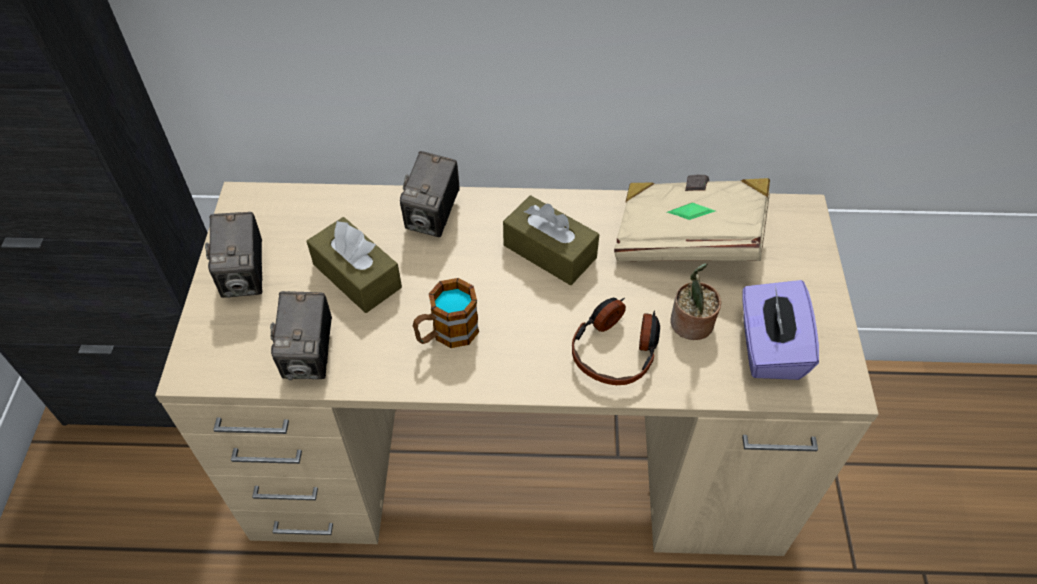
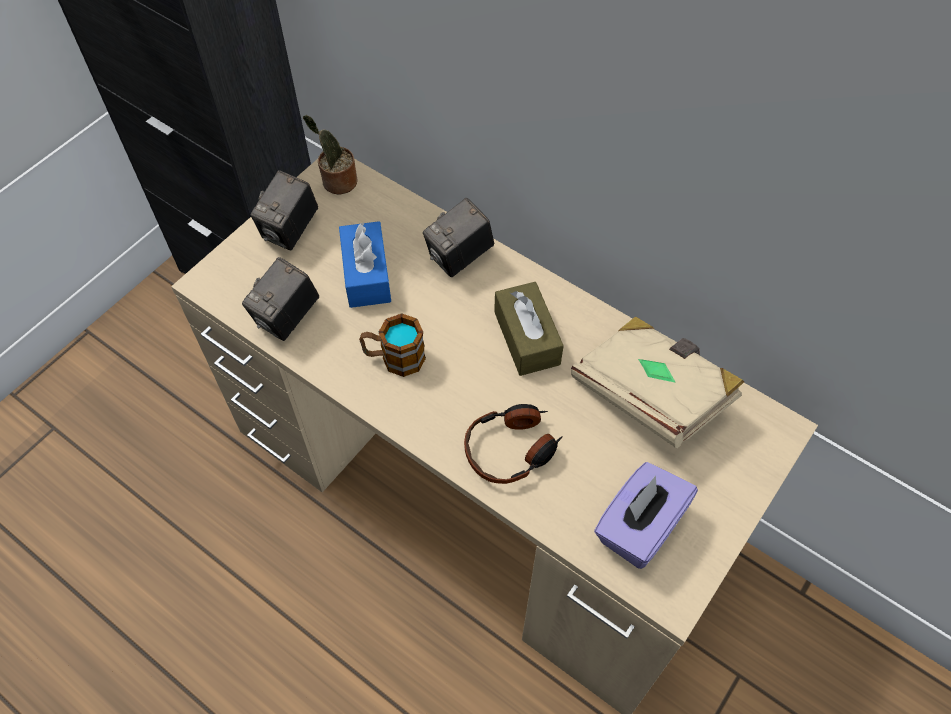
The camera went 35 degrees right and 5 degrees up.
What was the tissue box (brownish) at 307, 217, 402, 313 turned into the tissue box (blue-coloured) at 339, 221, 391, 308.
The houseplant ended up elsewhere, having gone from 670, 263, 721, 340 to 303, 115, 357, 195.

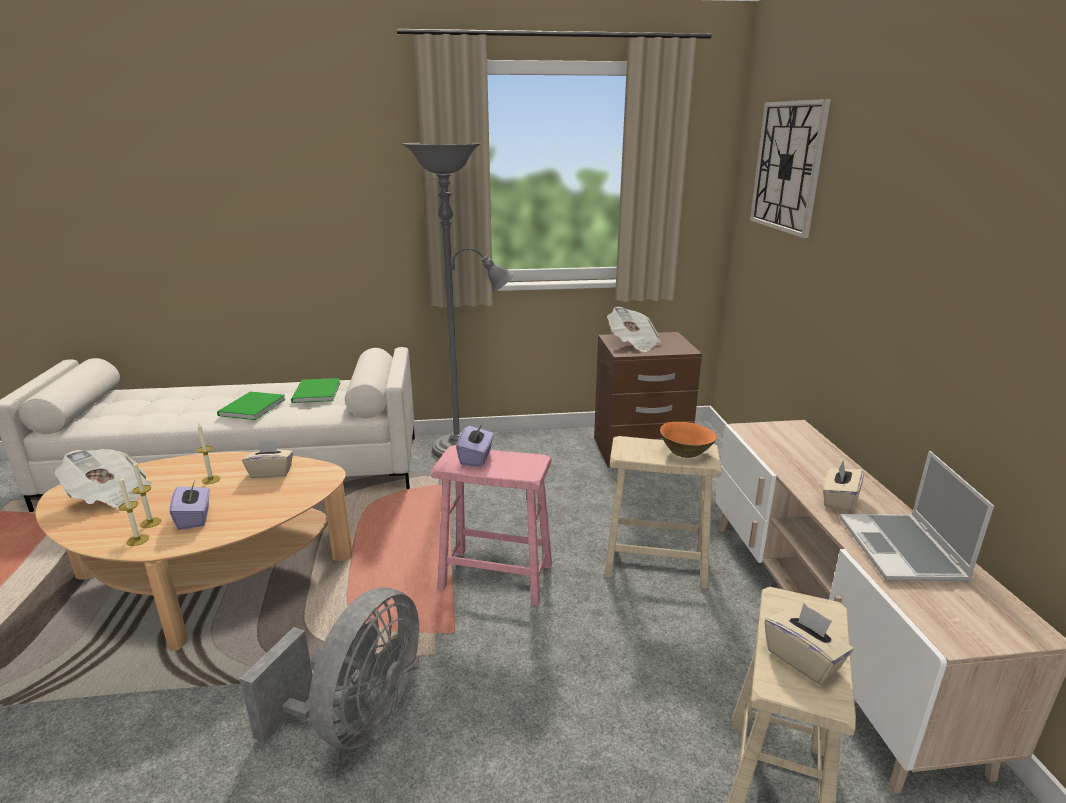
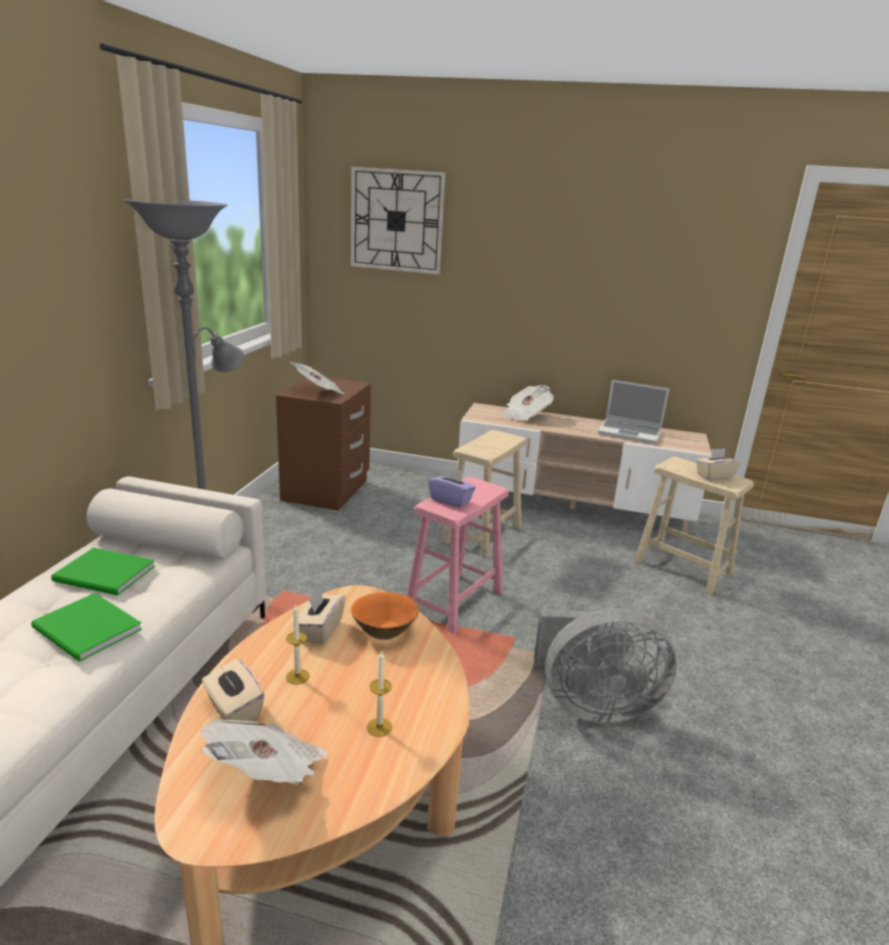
The camera went 70 degrees left and 0 degrees up.
The second view lost the wax light at 118, 476, 149, 546.
The second view lost the tissue box (purplish) at 170, 481, 210, 530.
The cooling fan (grey) at 240, 587, 419, 749 ended up facing another way, 135 degrees clockwise from before.
The deep dish (orange) ended up elsewhere, having gone from 660, 422, 717, 458 to 351, 592, 419, 640.
The tissue box (sand-coloured) ended up elsewhere, having gone from 823, 461, 864, 512 to 202, 659, 264, 721.
The second view gained the printed paper at 501, 385, 554, 421.

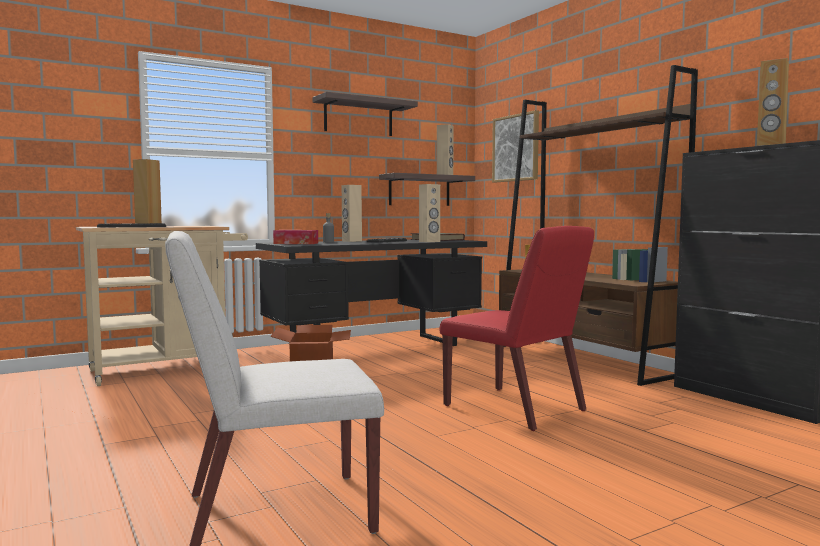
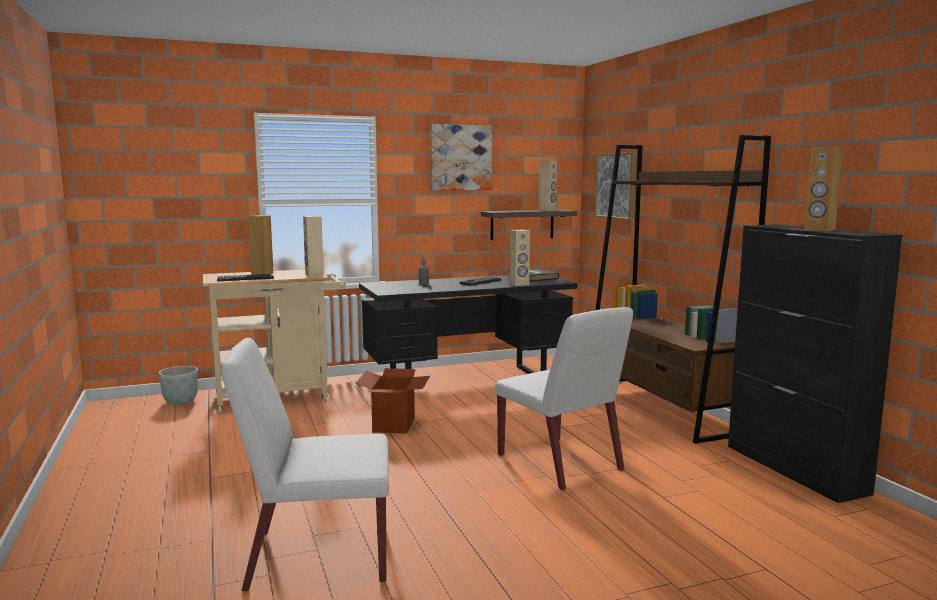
The camera went 10 degrees right and 5 degrees up.
The second view lost the tissue box at 273, 230, 318, 244.
Where the bracket shelf hung at 313, 92, 418, 136, the wall picture came to hang at 430, 124, 492, 190.
The audio speaker (sand-coloured) ended up elsewhere, having gone from 342, 185, 362, 242 to 303, 216, 324, 277.
What was the upright chair (red) at 440, 226, 594, 431 turned into the upright chair (whitish) at 495, 307, 633, 491.
The second view gained the plant pot (grey) at 159, 366, 198, 404.

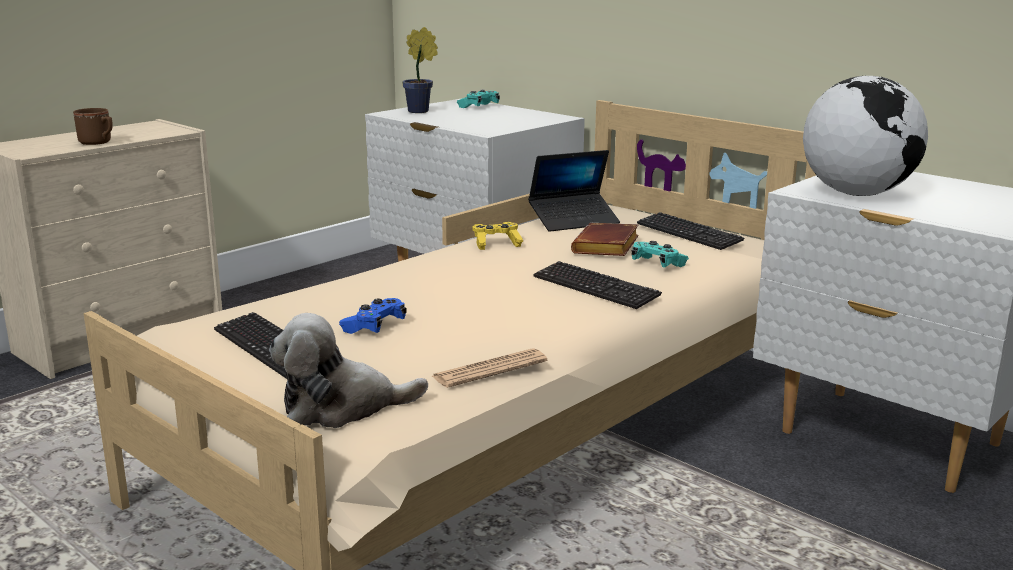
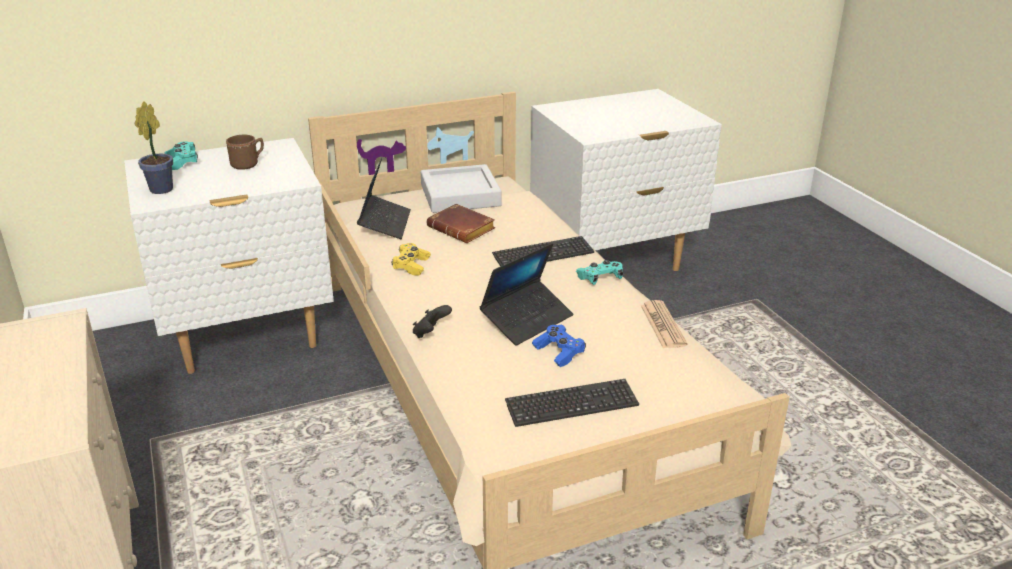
The camera went 65 degrees left and 10 degrees up.
The tea mug (brownish) ended up elsewhere, having gone from 73, 108, 113, 145 to 226, 135, 264, 170.
The second view lost the soft toy at 269, 313, 428, 428.
The game controller (blue-green) ended up elsewhere, having gone from 631, 241, 689, 267 to 576, 260, 623, 285.
Where the PC keyboard stood at 637, 212, 745, 250, the carrying tray (grey) came to stand at 421, 164, 502, 213.
The second view lost the world globe at 803, 76, 928, 196.
The second view gained the game controller (black-coloured) at 413, 305, 452, 338.
The second view gained the notebook computer at 480, 243, 573, 346.

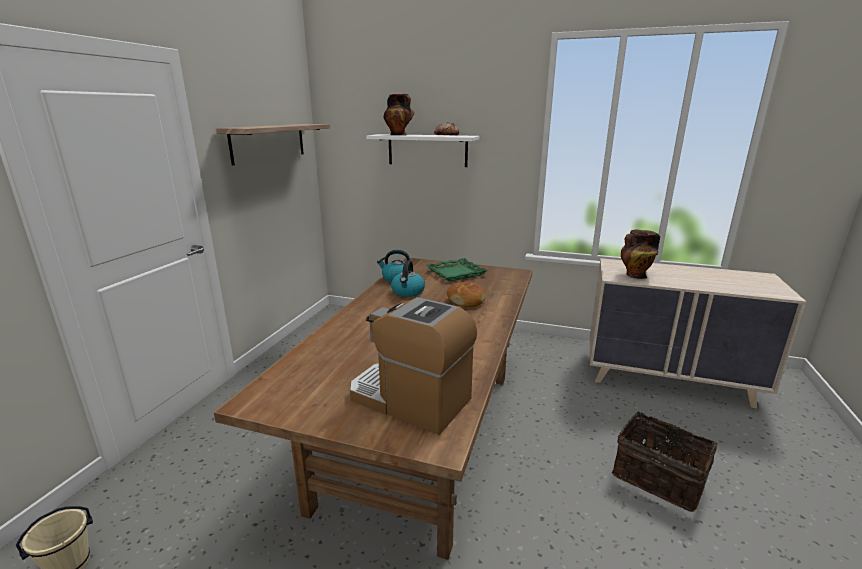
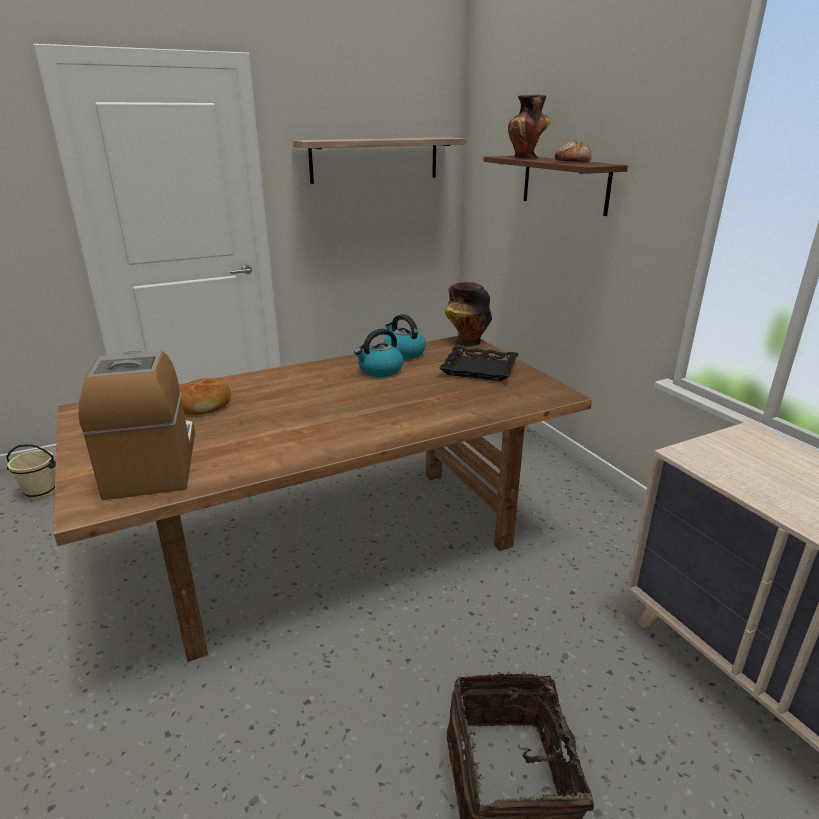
The camera went 45 degrees right and 5 degrees up.
What was the bracket shelf (whitish) at 366, 134, 480, 167 turned into the bracket shelf (brownish) at 483, 155, 628, 216.
What was the carrying tray (green-coloured) at 426, 258, 487, 281 turned into the carrying tray (black-coloured) at 439, 346, 519, 381.
The bread ended up elsewhere, having gone from 447, 282, 486, 307 to 179, 378, 231, 415.
The flower vase ended up elsewhere, having gone from 621, 229, 660, 279 to 445, 282, 492, 347.

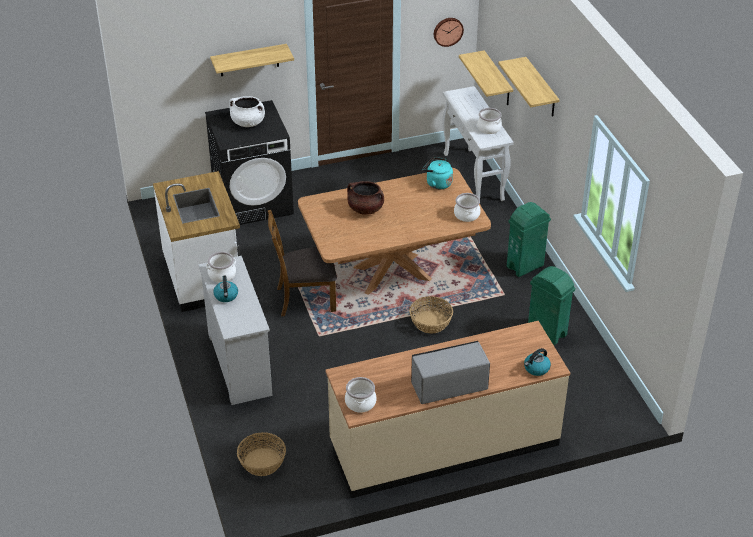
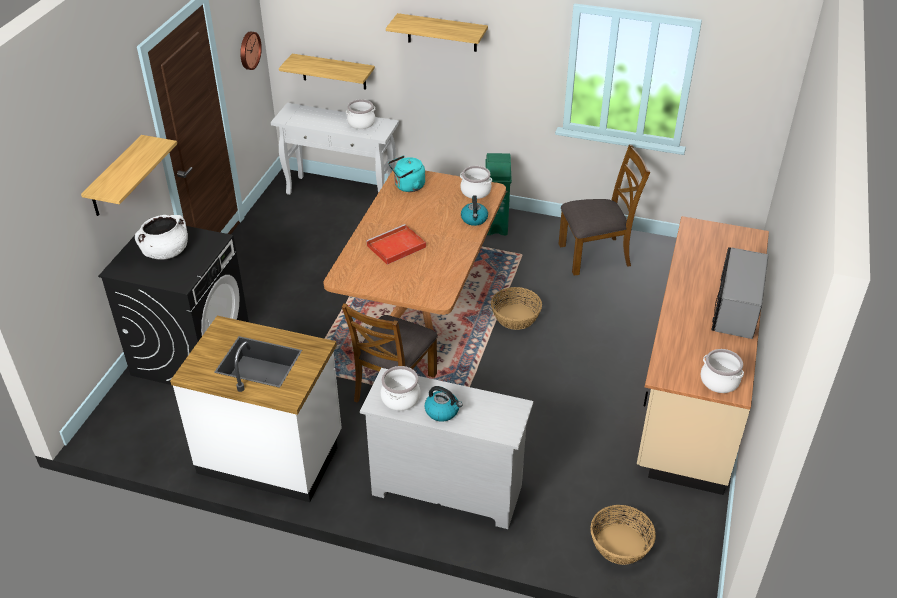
The camera went 55 degrees left and 0 degrees up.
Where the stockpot (brownish) stood at 347, 181, 384, 215, the carrying tray (red) came to stand at 366, 224, 426, 265.
The water kettle ended up elsewhere, having gone from 524, 348, 551, 376 to 461, 195, 488, 226.
Where the trash can (green-coloured) stood at 528, 266, 575, 345, the upright chair (brownish) came to stand at 559, 144, 650, 276.

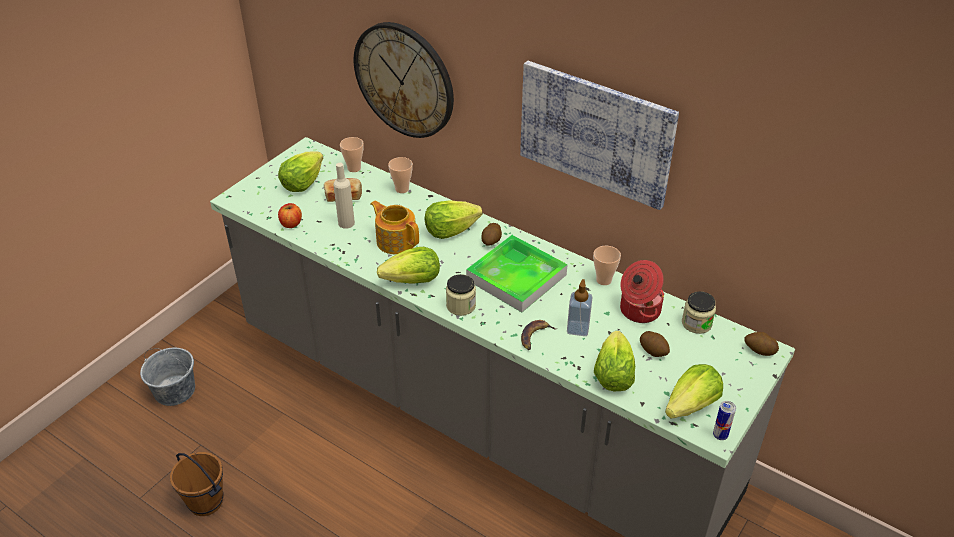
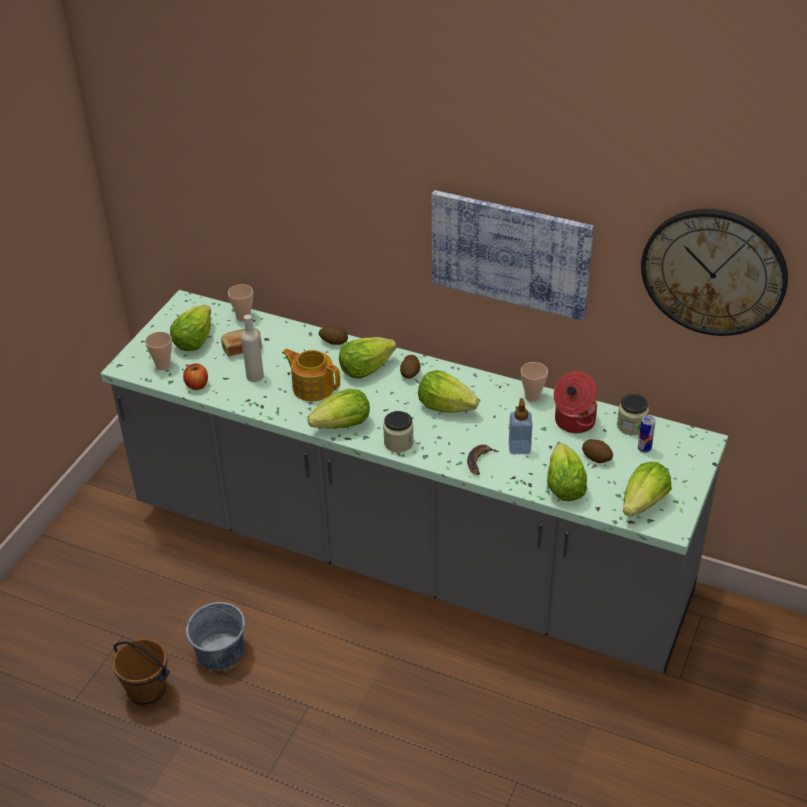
The camera went 10 degrees left and 0 degrees up.
The water bucket (grey) ended up elsewhere, having gone from 140, 348, 195, 406 to 186, 602, 245, 671.
The wall clock ended up elsewhere, having gone from 354, 22, 454, 138 to 641, 209, 788, 336.
The cup ended up elsewhere, having gone from 388, 157, 413, 193 to 145, 332, 172, 370.
Where the carrying tray stood at 466, 235, 568, 312, the head of lettuce came to stand at 418, 370, 479, 413.
The sealed can ended up elsewhere, having gone from 713, 401, 736, 440 to 638, 415, 656, 453.
The spud ended up elsewhere, having gone from 744, 332, 779, 356 to 319, 325, 348, 345.

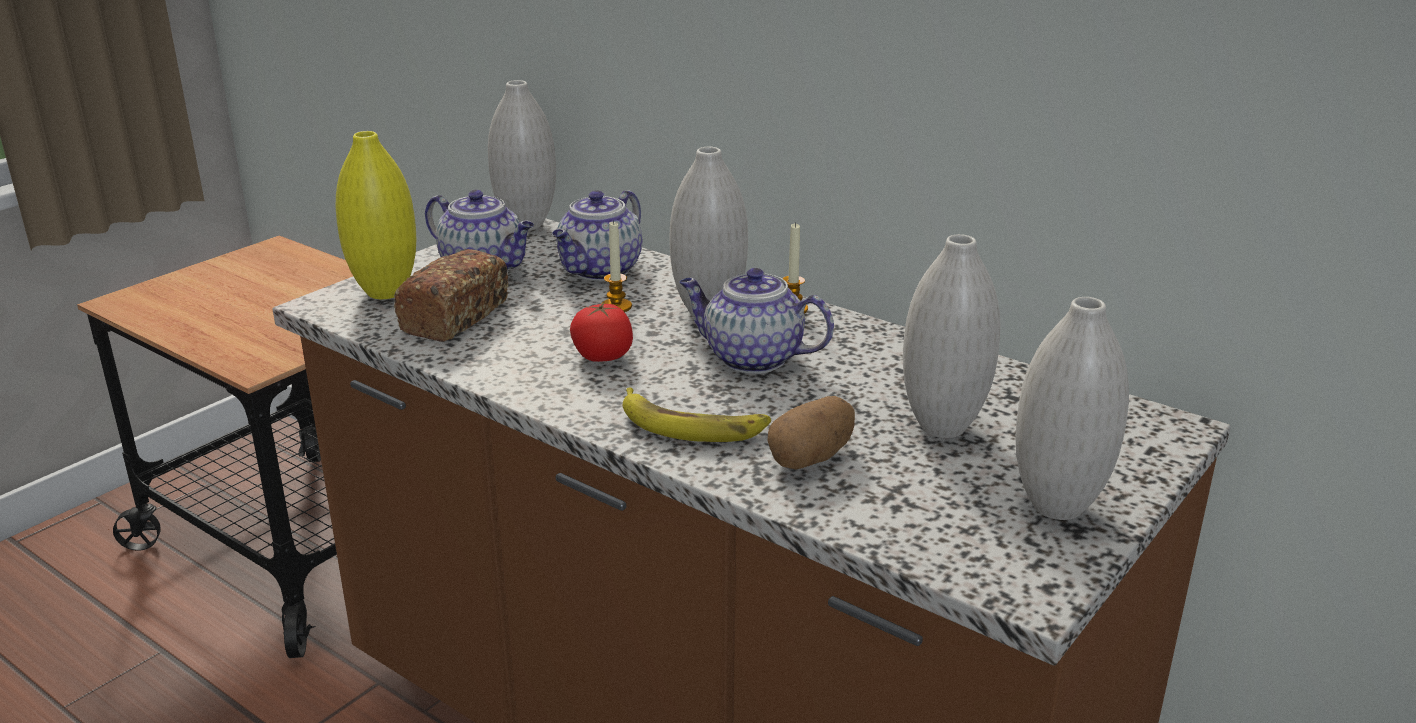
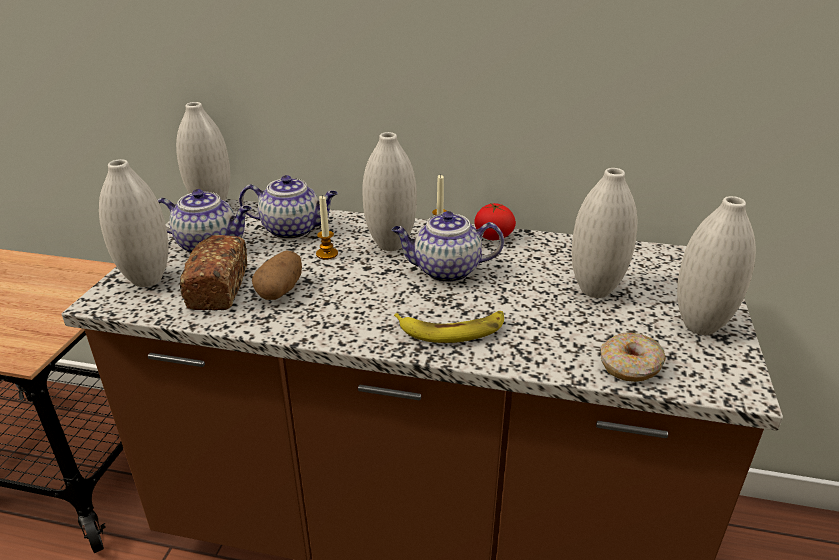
The camera went 25 degrees left and 5 degrees up.
What was the flower vase (yellow) at 336, 131, 416, 299 turned into the flower vase (whitish) at 99, 159, 169, 287.
The tea pot at 552, 190, 642, 281 ended up facing another way, 90 degrees counterclockwise from before.
The fresh tomato ended up elsewhere, having gone from 570, 302, 633, 362 to 474, 203, 516, 240.
The spud ended up elsewhere, having gone from 767, 396, 855, 470 to 252, 250, 302, 300.
The second view gained the donut at 601, 333, 666, 382.

